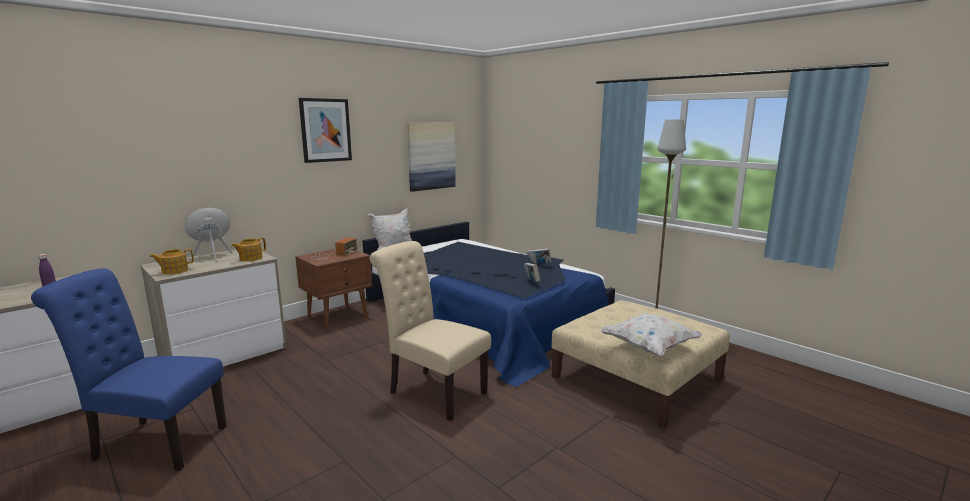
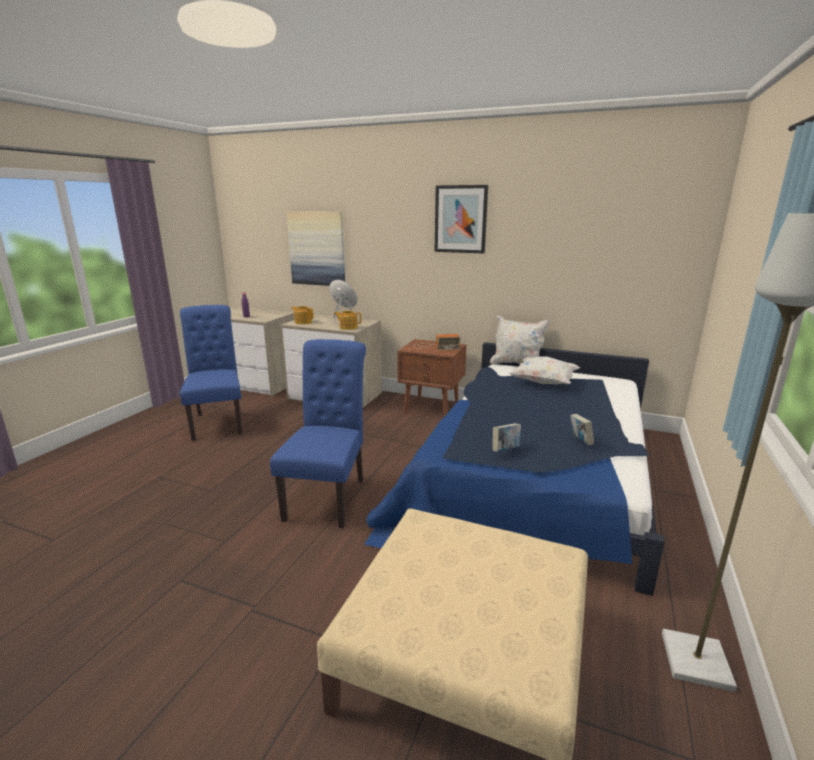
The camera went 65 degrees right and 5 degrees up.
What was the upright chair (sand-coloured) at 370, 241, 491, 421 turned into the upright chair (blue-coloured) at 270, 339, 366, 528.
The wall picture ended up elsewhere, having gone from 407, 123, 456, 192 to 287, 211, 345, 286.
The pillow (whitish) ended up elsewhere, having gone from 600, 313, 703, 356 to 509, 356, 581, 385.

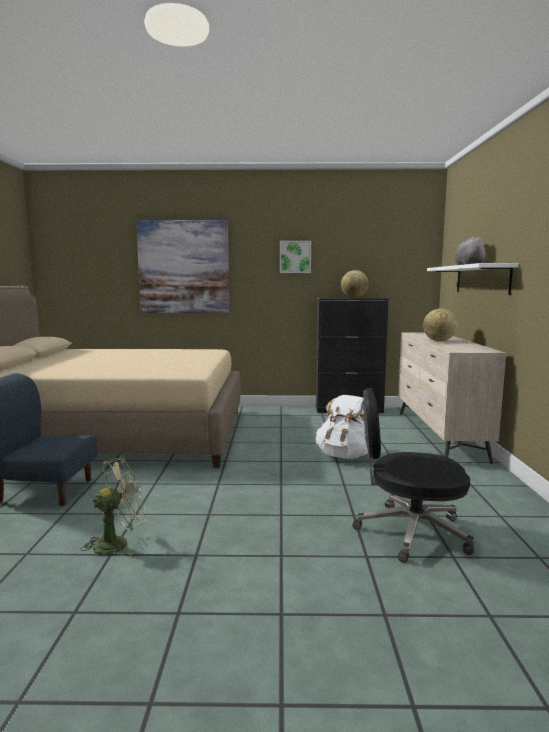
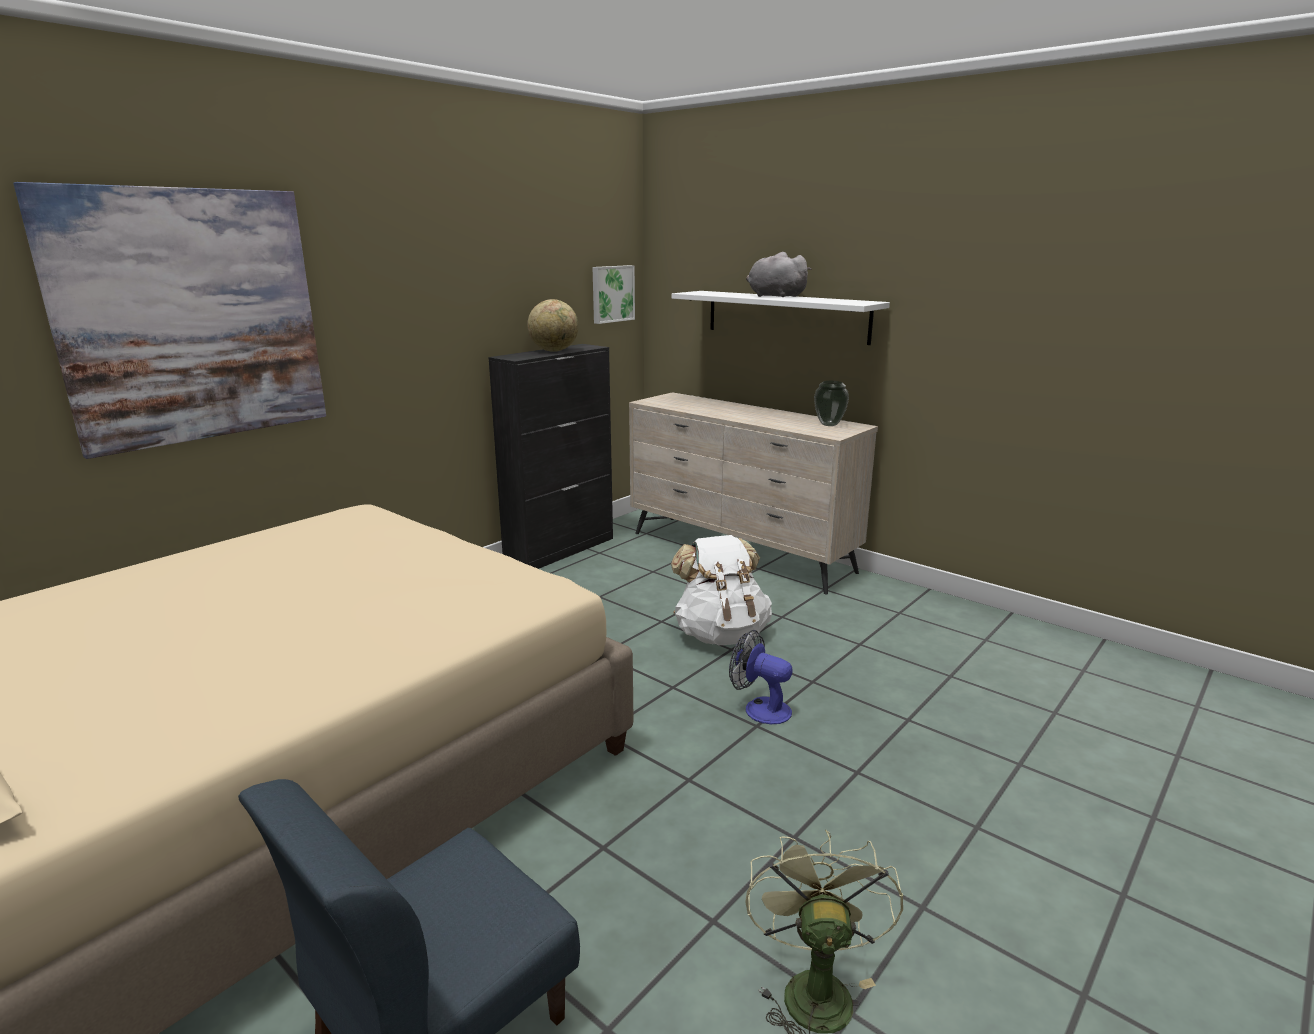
The camera went 50 degrees left and 10 degrees up.
The wall picture ended up elsewhere, having gone from 280, 241, 311, 273 to 592, 265, 635, 324.
The second view lost the desk chair (black-coloured) at 353, 388, 475, 563.
The second view lost the world globe at 423, 309, 458, 341.
The second view gained the cooling fan at 729, 630, 793, 724.
The second view gained the flower vase at 814, 381, 849, 426.

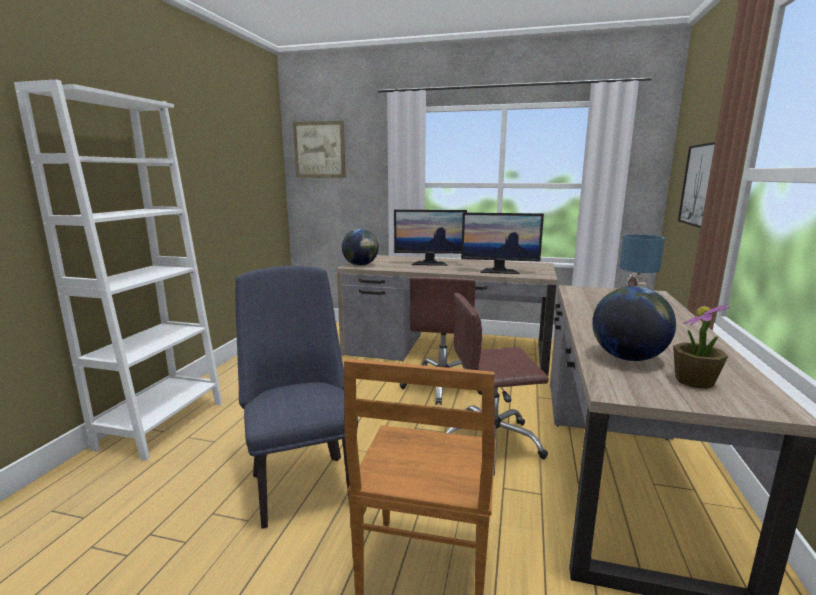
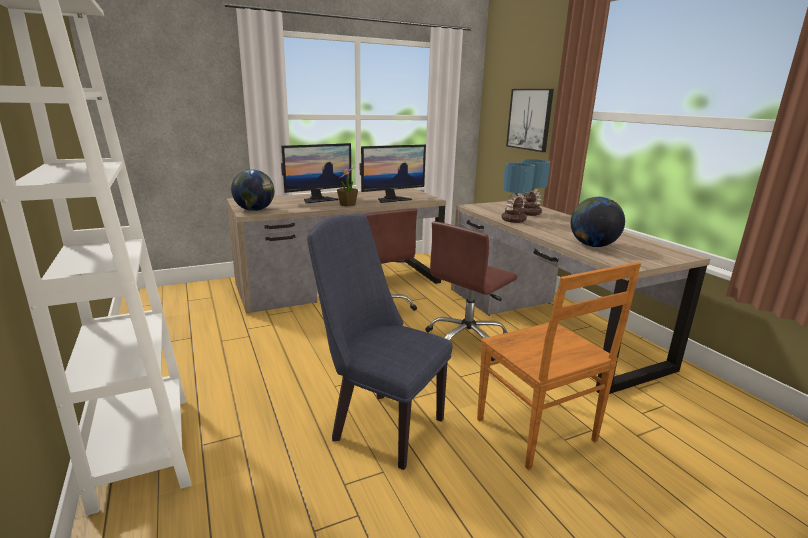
The camera went 40 degrees left and 5 degrees up.
The second view lost the wall picture at 293, 121, 346, 178.
The houseplant ended up elsewhere, having gone from 673, 304, 731, 389 to 337, 167, 358, 206.
The second view gained the tabletop lamp at 502, 163, 535, 223.

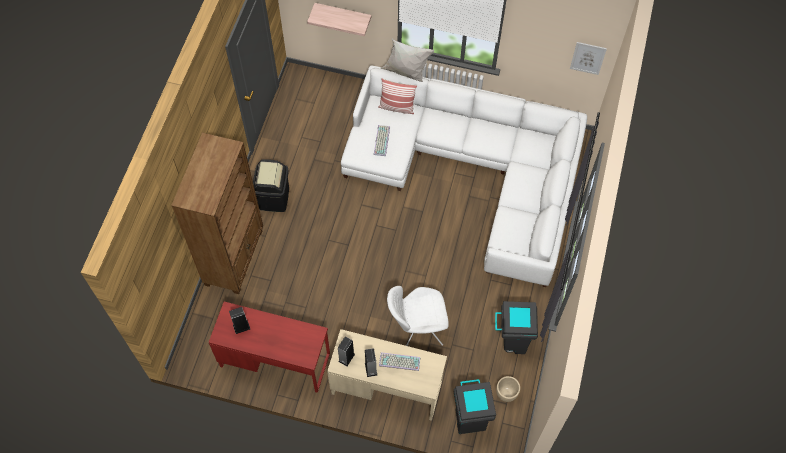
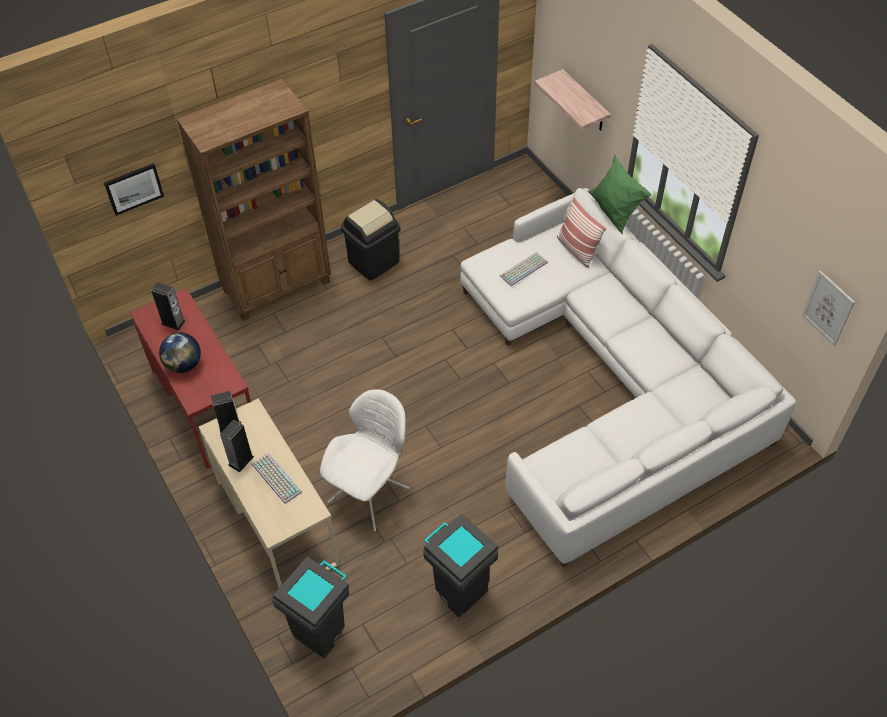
The camera went 45 degrees right and 10 degrees down.
What was the pillow (whitish) at 381, 39, 434, 82 turned into the pillow (green-coloured) at 588, 154, 651, 235.
The upright chair (whitish) at 387, 286, 449, 346 ended up facing another way, 90 degrees clockwise from before.
The second view lost the plant pot (sand-coloured) at 496, 376, 520, 402.
The second view gained the wall picture at 104, 163, 164, 216.
The second view gained the world globe at 159, 332, 201, 373.

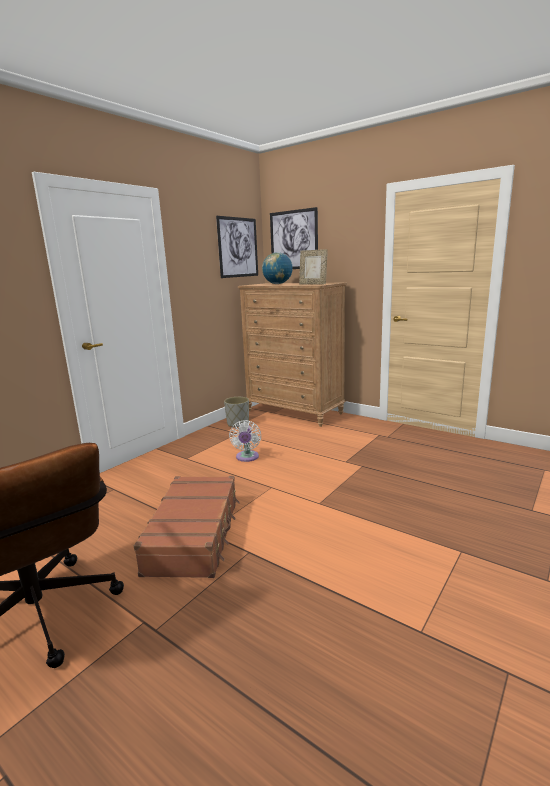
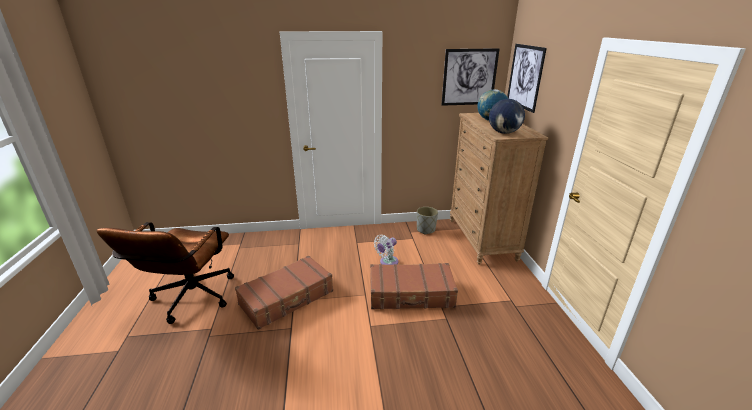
The camera went 45 degrees right and 10 degrees up.
Where the standing frame stood at 299, 249, 328, 285, the world globe came to stand at 489, 99, 525, 134.
The second view gained the piece of luggage (brownish) at 370, 263, 458, 309.

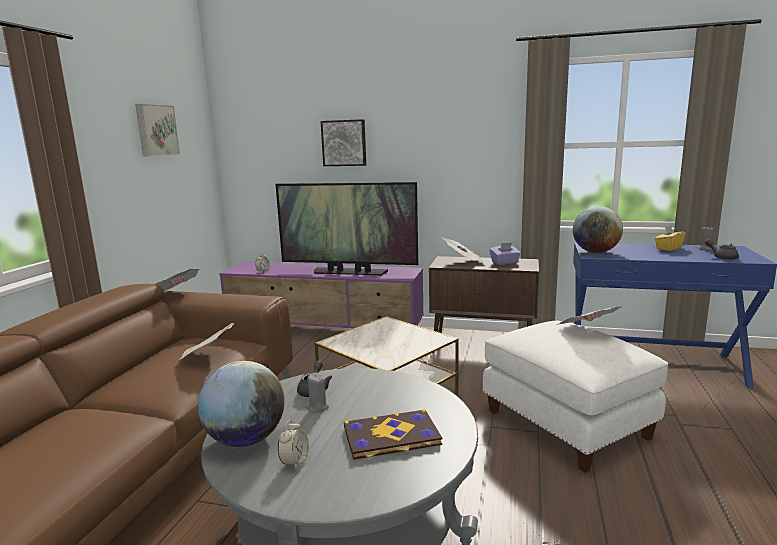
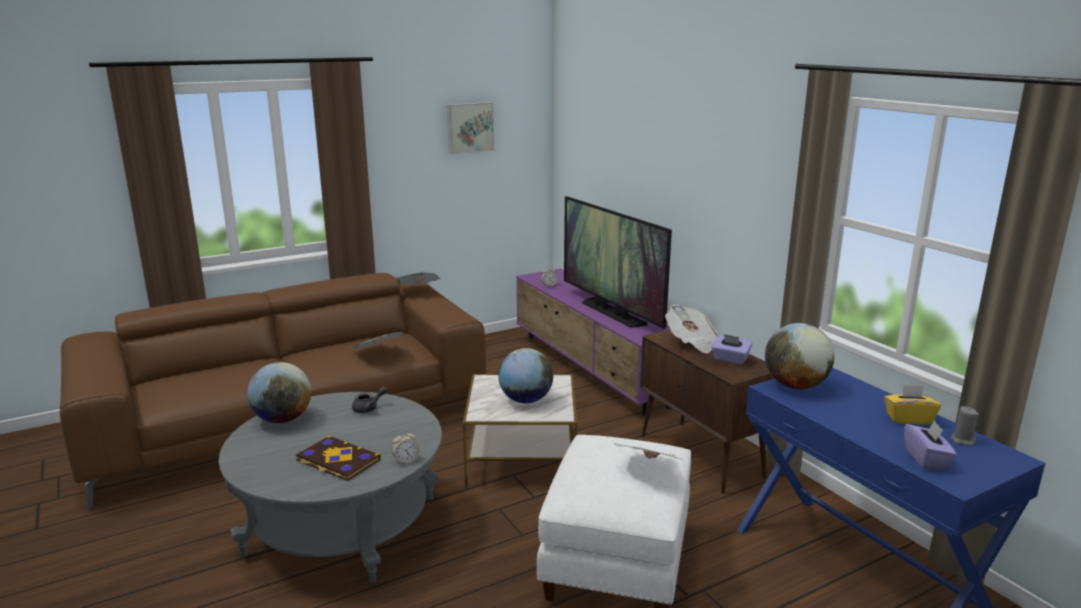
The camera went 45 degrees right and 5 degrees up.
The table clock ended up elsewhere, having gone from 278, 420, 309, 469 to 392, 430, 420, 465.
The second view lost the wax light (grey) at 306, 373, 329, 413.
The second view lost the wall picture at 321, 119, 366, 166.
Where the tea pot (grey) stood at 705, 239, 739, 260, the tissue box (purplish) came to stand at 904, 420, 957, 469.
The second view gained the world globe at 498, 348, 553, 403.

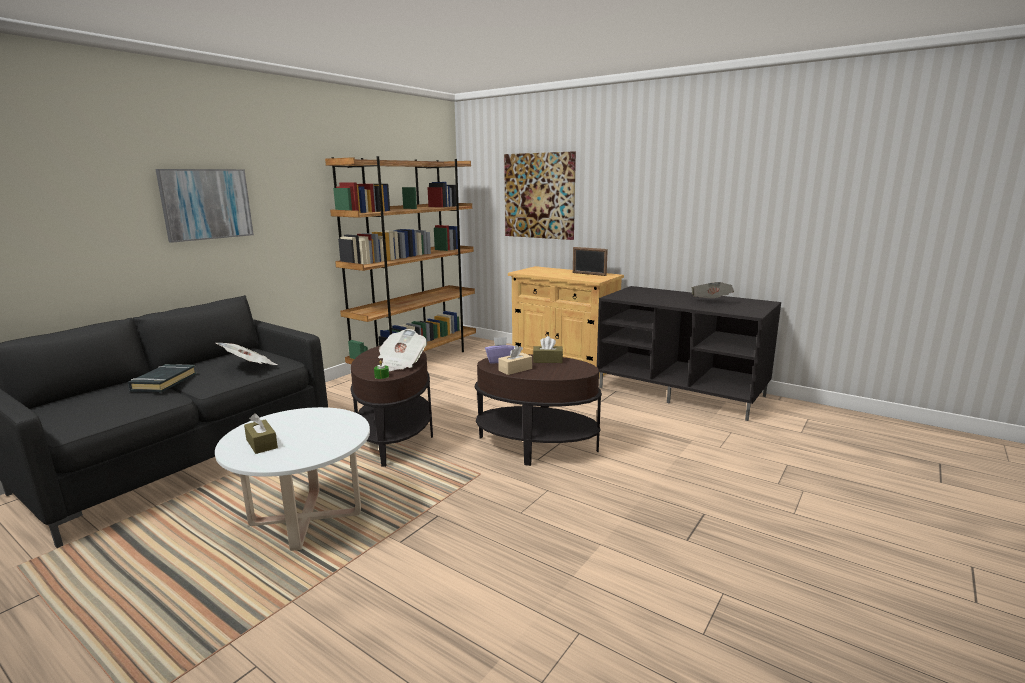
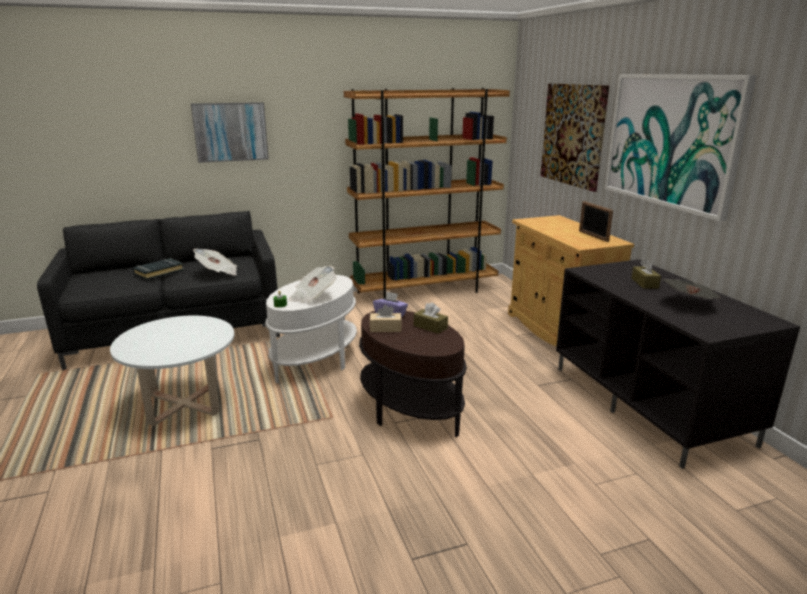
The camera went 35 degrees right and 5 degrees up.
The tissue box (brownish) ended up elsewhere, having gone from 244, 413, 278, 454 to 632, 259, 661, 289.
What was the accent table (brownish) at 351, 346, 433, 467 turned into the accent table (whitish) at 265, 275, 357, 383.
The second view gained the wall picture at 605, 74, 757, 221.

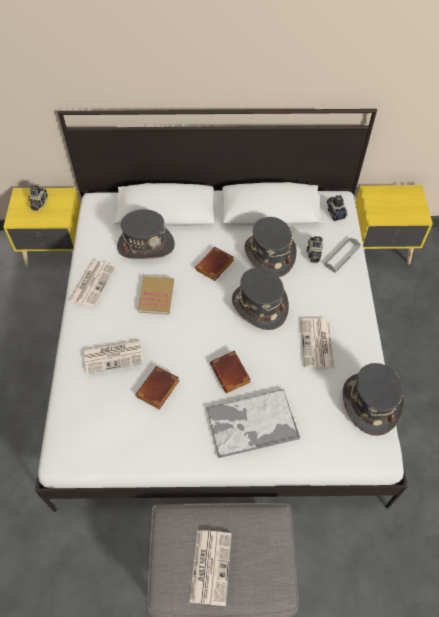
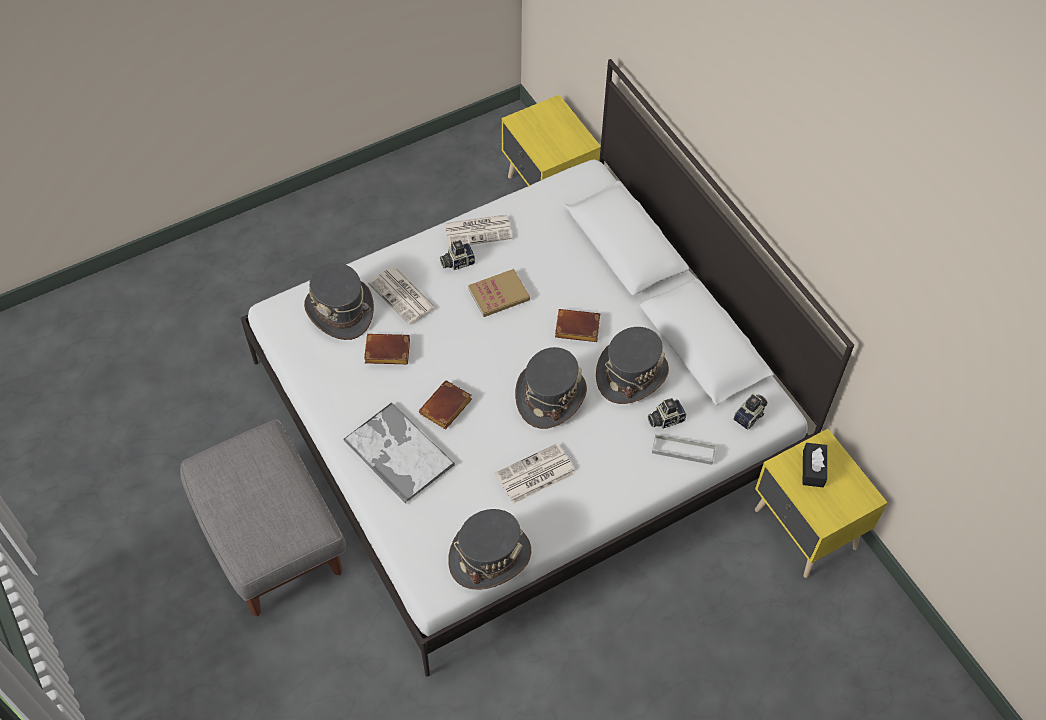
The camera went 60 degrees right and 0 degrees up.
The still camera ended up elsewhere, having gone from 29, 186, 48, 211 to 440, 240, 475, 270.
The wearable hat (grey) ended up elsewhere, having gone from 117, 209, 175, 259 to 304, 262, 374, 340.
The second view lost the printed paper at 189, 530, 232, 606.
The second view gained the tissue box (black-coloured) at 803, 443, 827, 487.

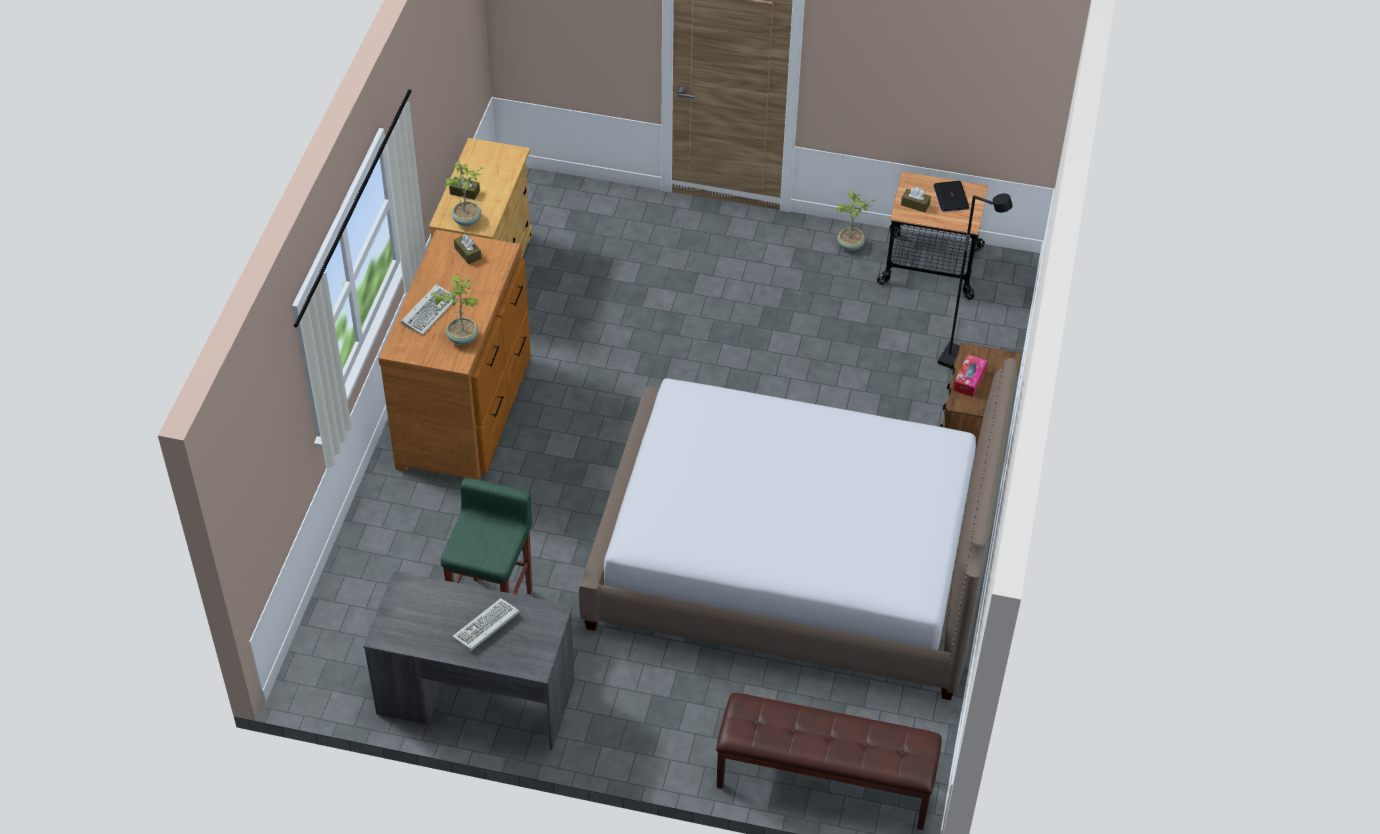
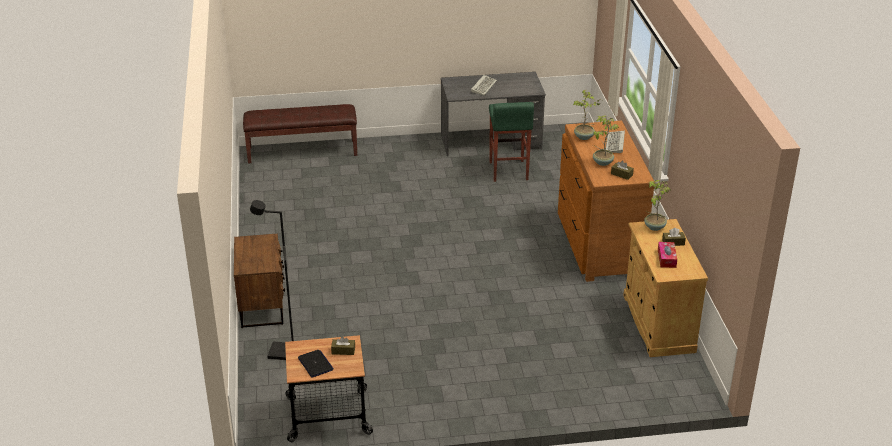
The camera went 160 degrees right and 15 degrees down.
The second view lost the bed at 579, 358, 1017, 700.
The houseplant ended up elsewhere, having gone from 836, 190, 876, 251 to 593, 116, 619, 166.
The tissue box ended up elsewhere, having gone from 953, 354, 987, 397 to 658, 242, 677, 268.

